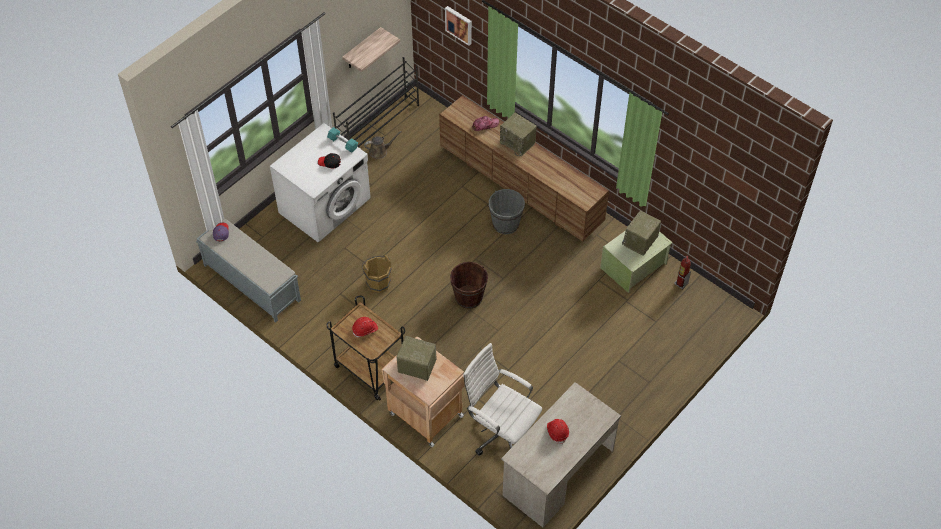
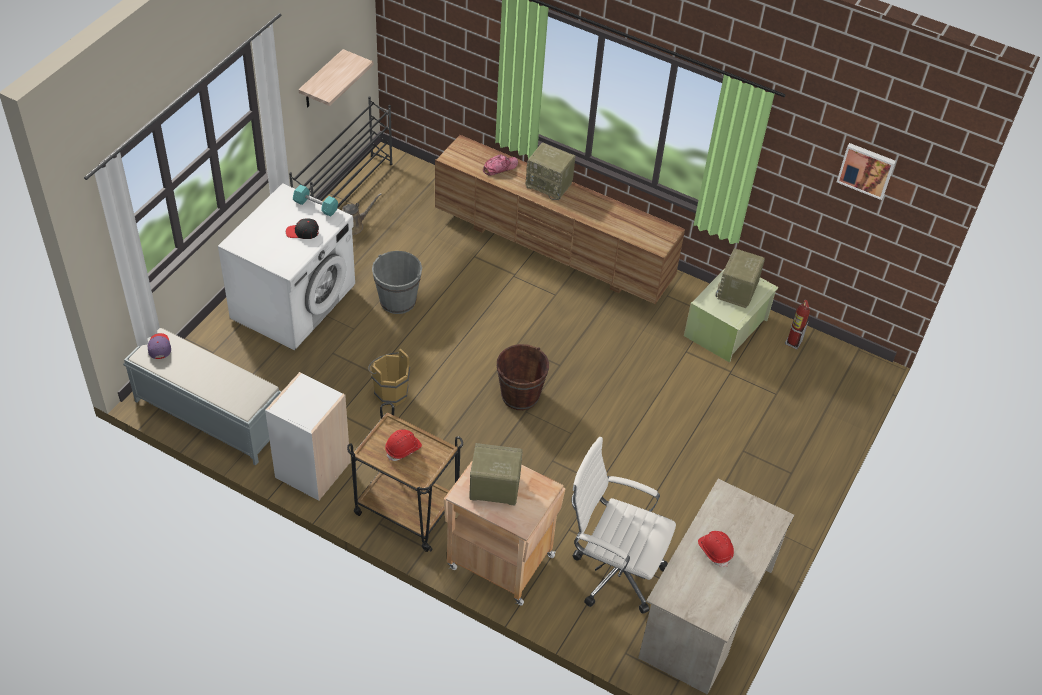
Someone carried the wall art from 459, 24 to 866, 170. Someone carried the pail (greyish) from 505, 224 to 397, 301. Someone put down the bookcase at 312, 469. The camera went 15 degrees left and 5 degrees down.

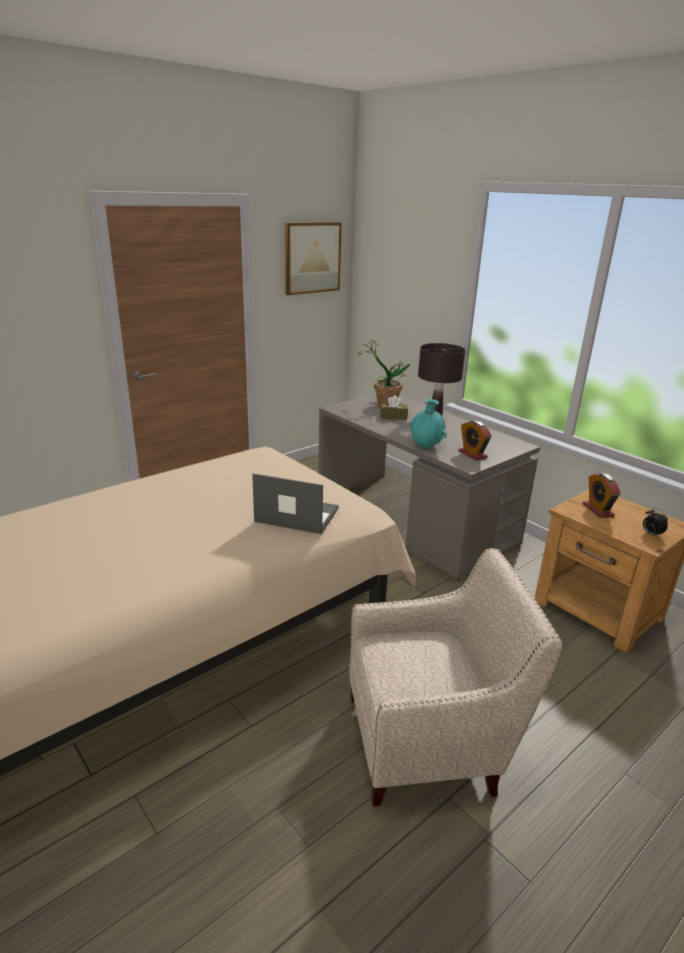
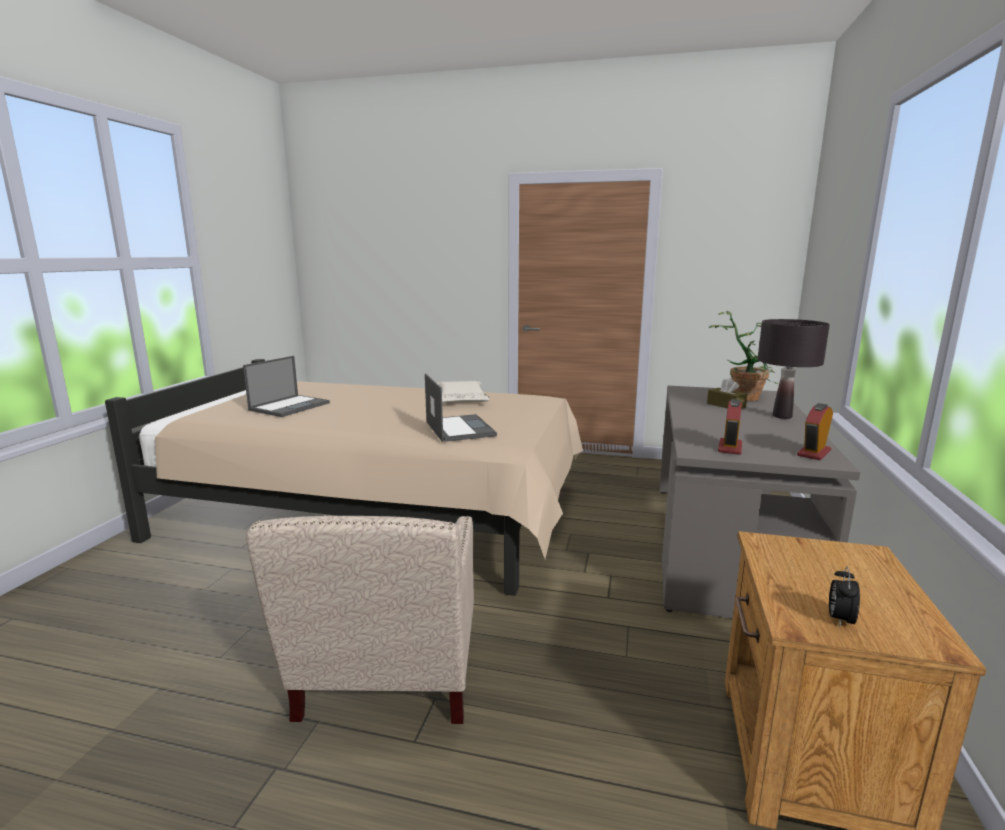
Someone took away the wall art at 312, 258. Someone rotated the lounge chair (beige-coloured) at 430, 741 by 45 degrees clockwise. Someone took away the flower vase (blue-green) at 426, 446. Someone carried the table clock from 598, 510 to 814, 453. Someone put down the notebook computer at 290, 406. Someone put down the pillow (white) at 460, 398. The camera went 55 degrees right and 10 degrees down.

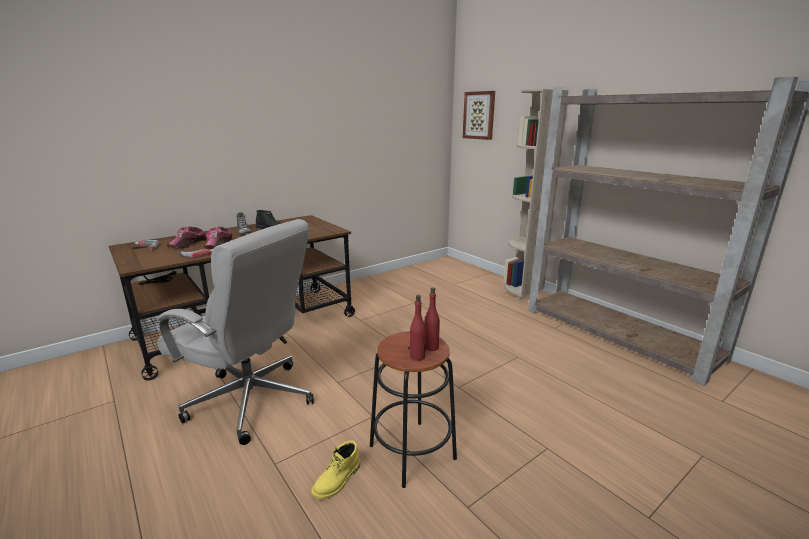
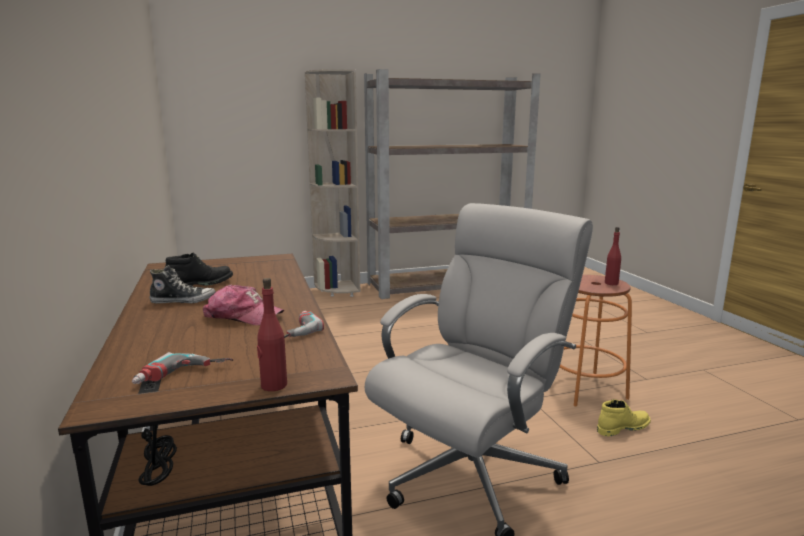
Someone took away the cap at 188, 243. Someone rotated the tall boot (yellowish) at 337, 480 by 75 degrees counterclockwise. Someone repainted the sitting stool (black-coloured) at 412, 452, which became the sitting stool (orange) at 585, 388. Someone carried the beverage bottle (reddish) from 431, 347 to 273, 385. Someone took away the wall art at 479, 115. The camera went 70 degrees left and 5 degrees down.

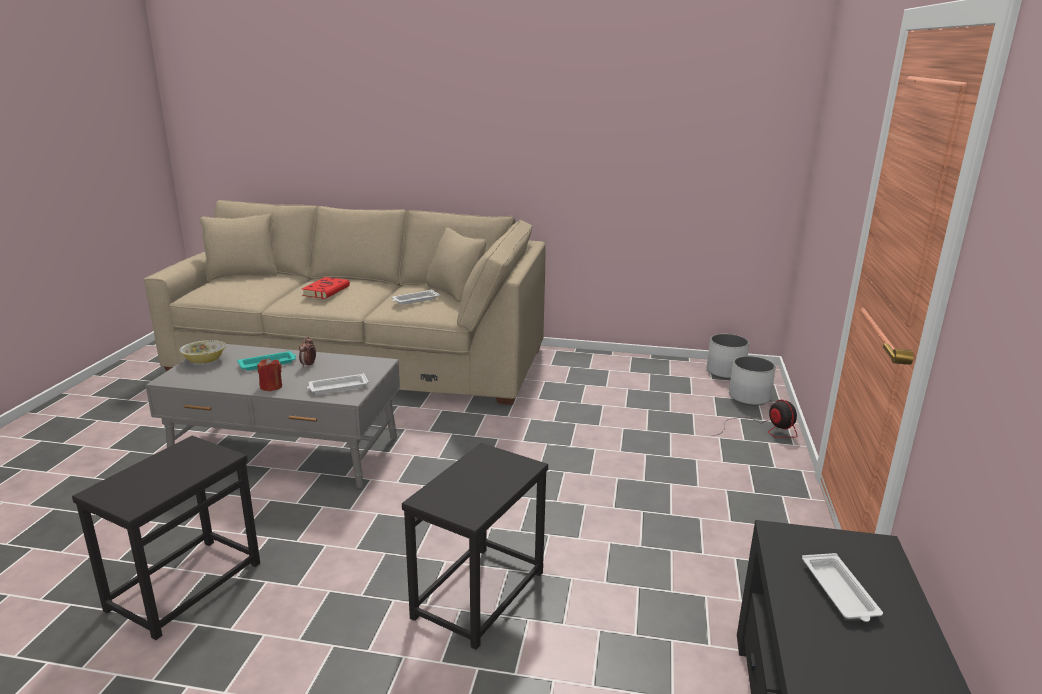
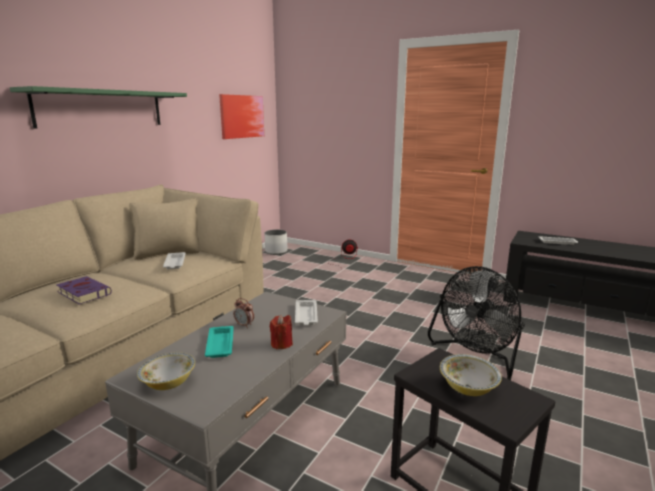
Someone repainted the book (reddish) at 326, 291, which became the book (purple-coloured) at 83, 293. Someone swapped the end table (black-coloured) at 480, 595 for the electric fan (black-coloured) at 475, 354. Someone took away the plant pot (white) at 749, 398. Someone put up the wall shelf (greenish) at 102, 108. Someone put up the wall art at 242, 116. Someone put down the serving bowl at 468, 388. The camera went 70 degrees left and 5 degrees down.

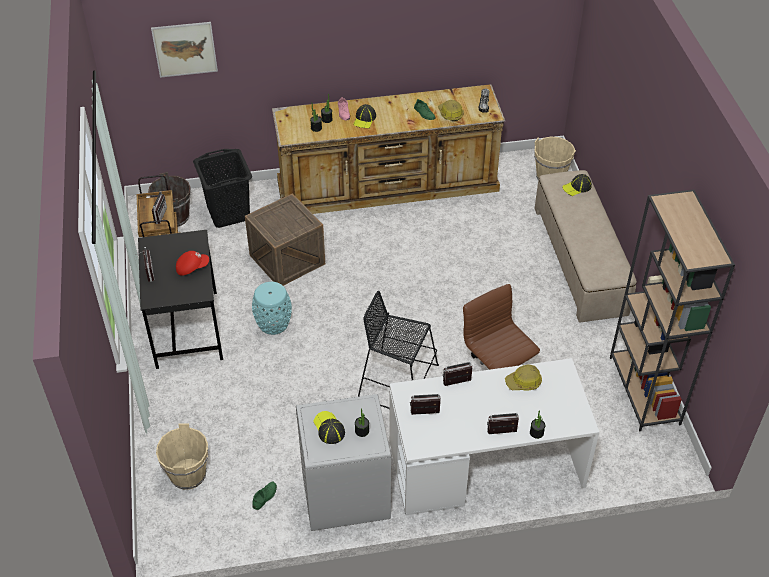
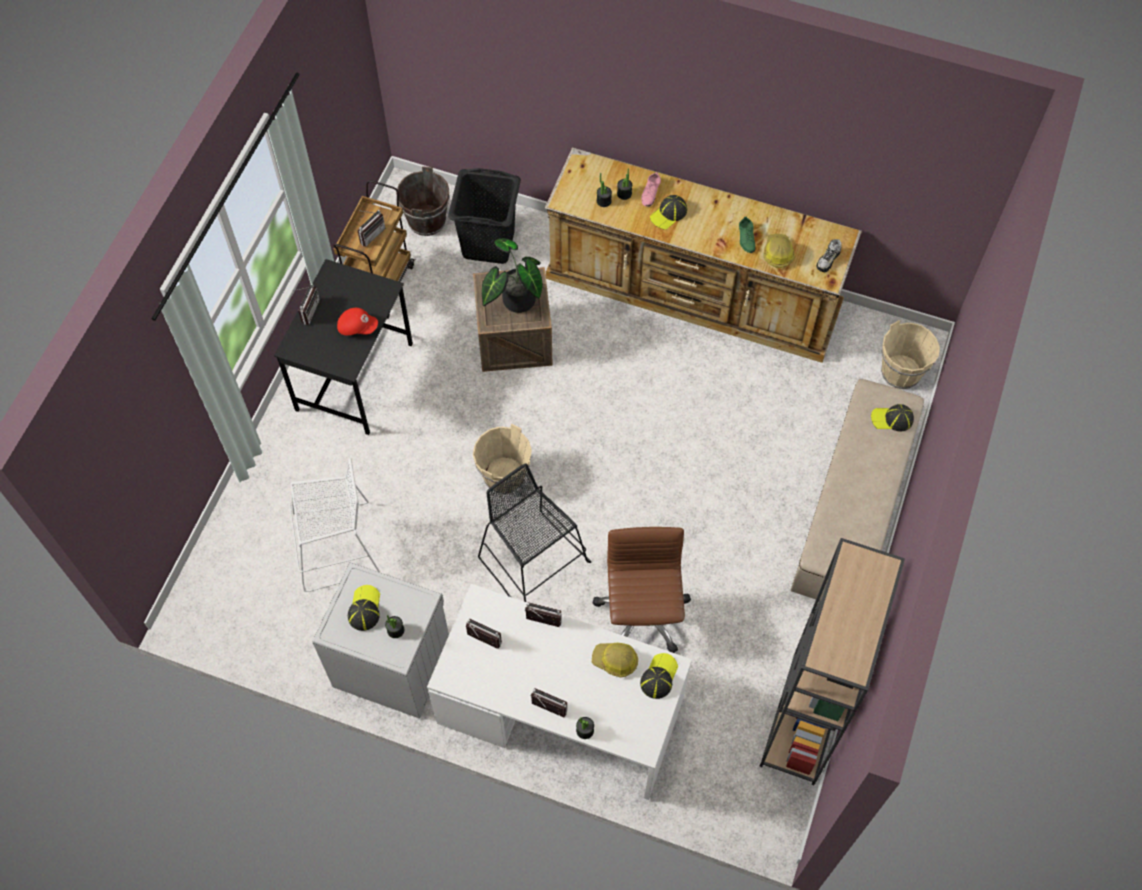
Someone took away the wall art at 185, 49. Someone carried the pail (beige-coloured) from 188, 475 to 504, 476. Someone took away the sitting stool (blue-green) at 273, 324. Someone took away the item of footwear (greenish) at 265, 496. Someone put down the sitting stool (white) at 335, 546. Someone put down the plant in a pot at 514, 300. Someone put down the cap at 659, 676. The camera went 30 degrees right and 15 degrees up.

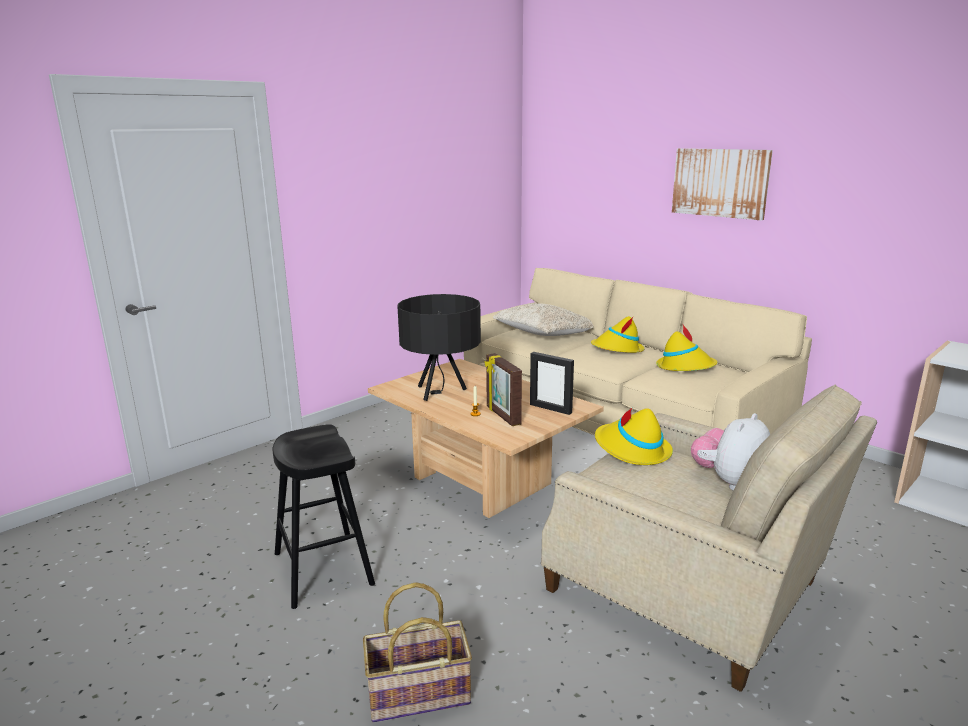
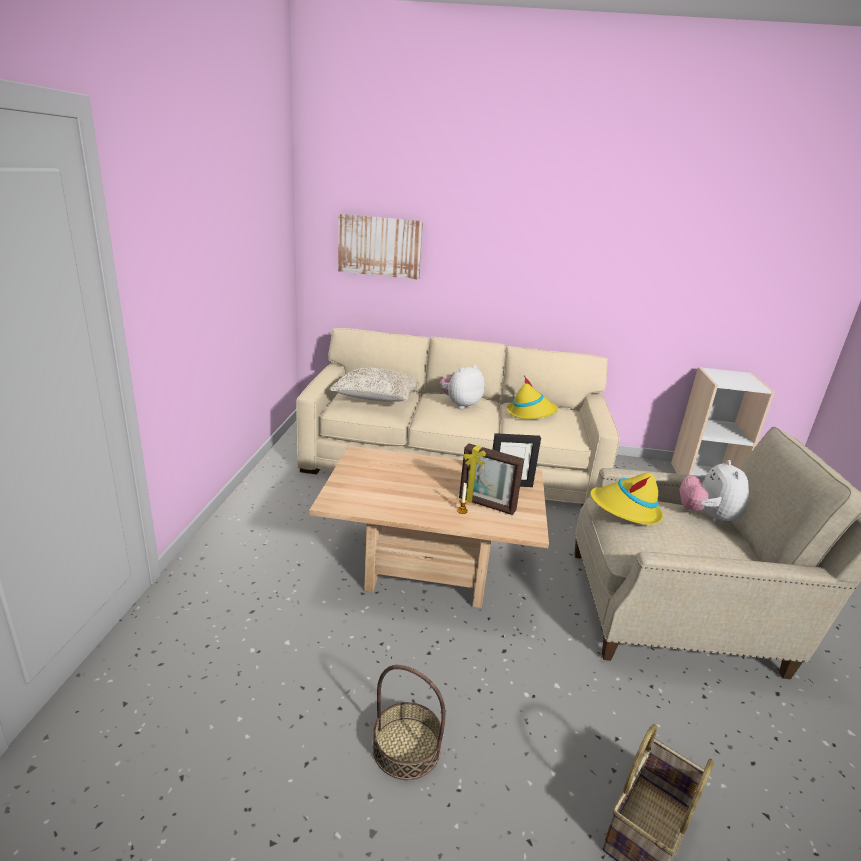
Someone swapped the sitting stool (black-coloured) at 323, 569 for the basket at 406, 747. Someone took away the tabletop lamp (black-coloured) at 442, 392. Someone swapped the hat (yellowish) at 617, 349 for the plush toy at 460, 405. Someone carried the wall art from 720, 182 to 380, 246. The camera went 40 degrees left and 5 degrees up.

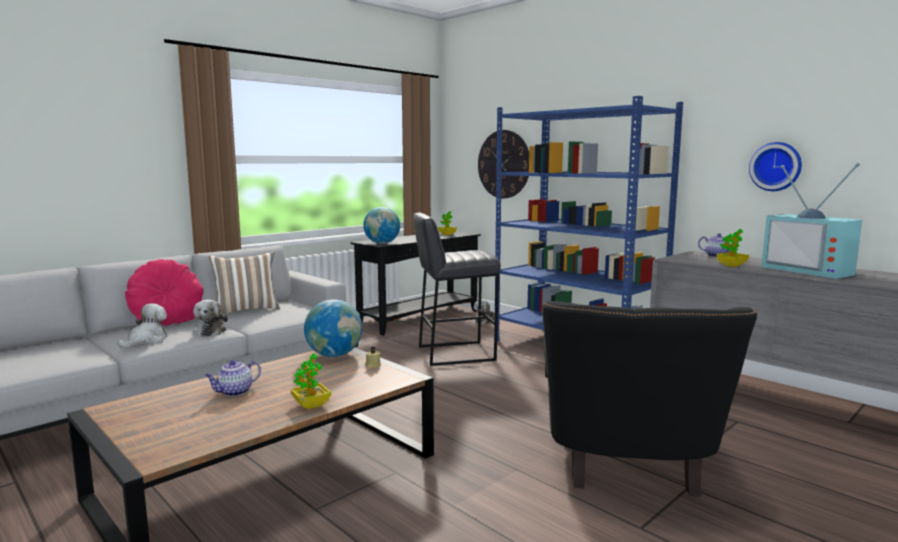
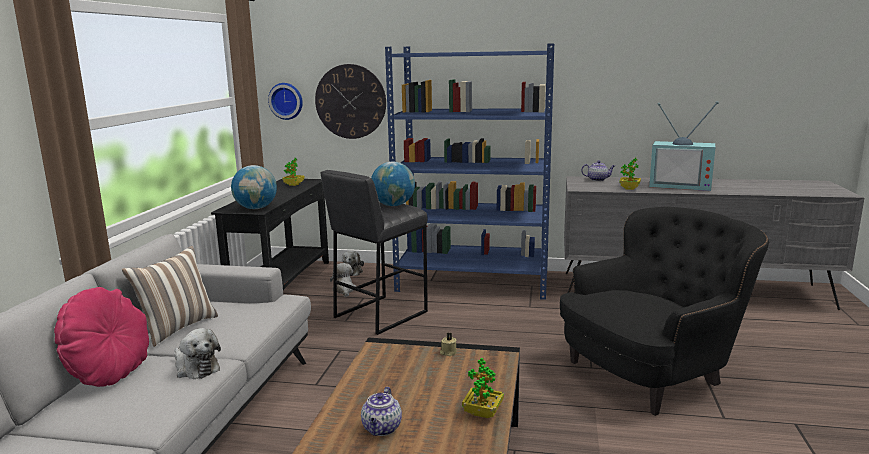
Someone carried the plush toy from 146, 341 to 344, 290. Someone carried the world globe from 334, 355 to 393, 205. Someone rotated the lounge chair (black-coloured) at 627, 465 by 90 degrees counterclockwise. Someone carried the clock on the wall from 776, 166 to 286, 101. The camera went 35 degrees left and 5 degrees up.

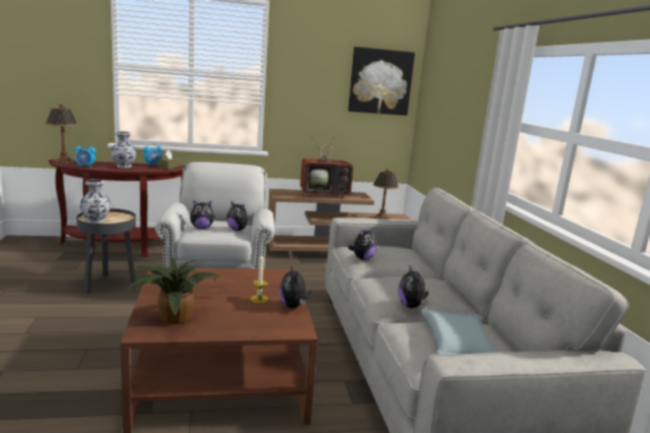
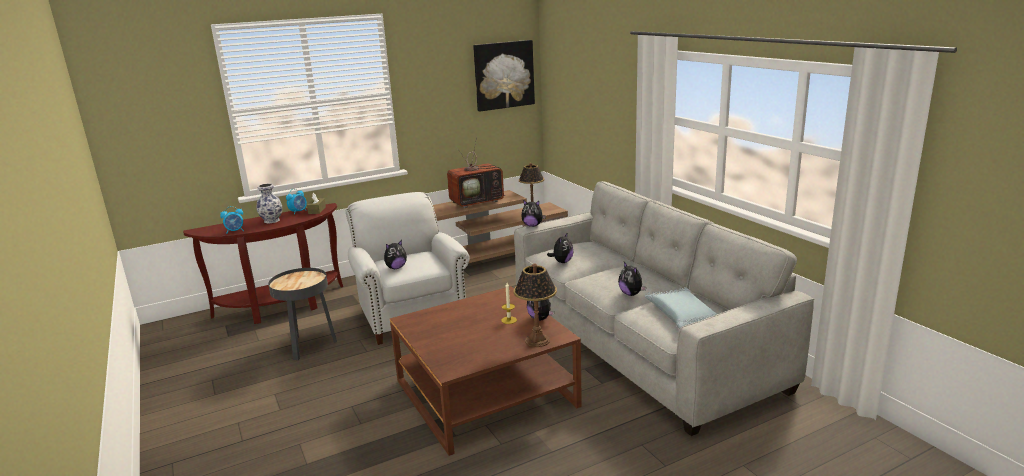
Someone carried the tabletop lamp from 64, 162 to 537, 341. Someone took away the flower vase at 95, 220. Someone took away the plant in a pot at 174, 317. Someone carried the plush toy from 238, 229 to 532, 225. The camera went 15 degrees left and 5 degrees up.

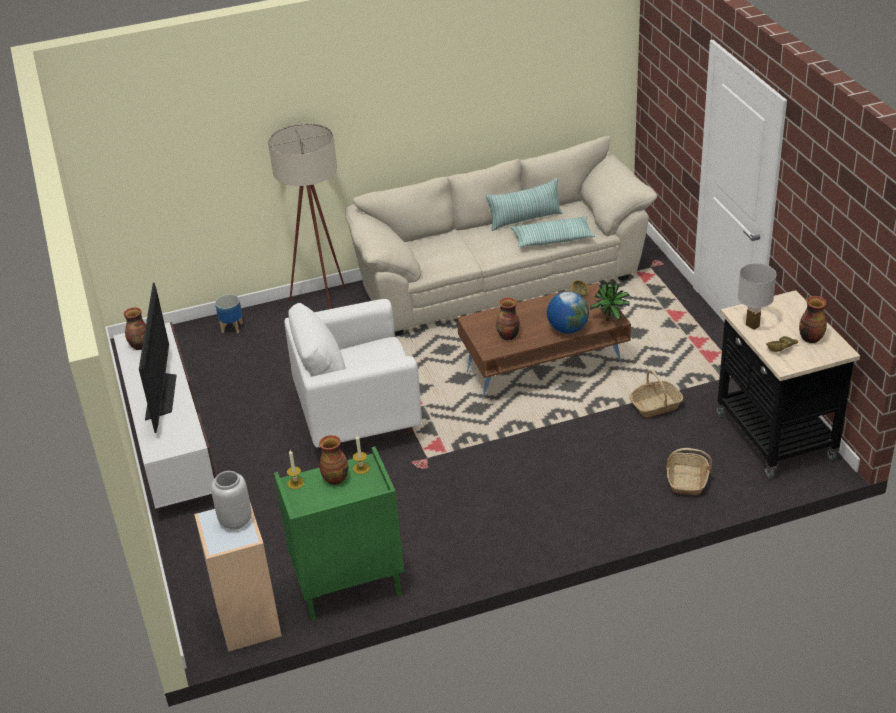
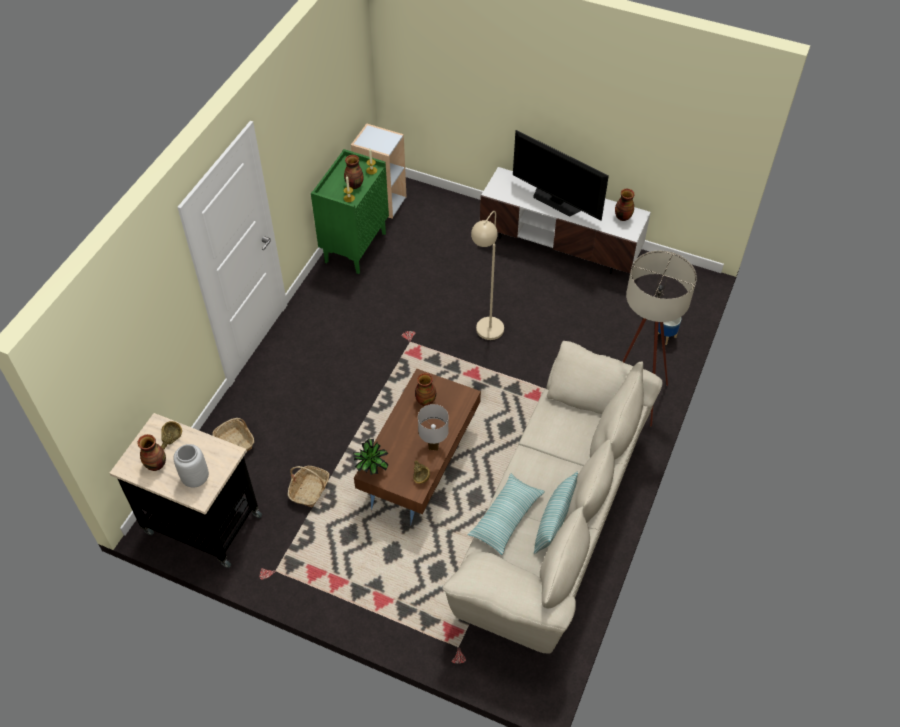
Someone carried the flower vase (greyish) from 236, 520 to 195, 478. Someone swapped the lounge chair (white) at 358, 418 for the standing lamp (beige-coloured) at 486, 335. Someone took away the world globe at 567, 329. Someone carried the tabletop lamp (white) from 752, 325 to 434, 447. The camera went 130 degrees right and 15 degrees up.

